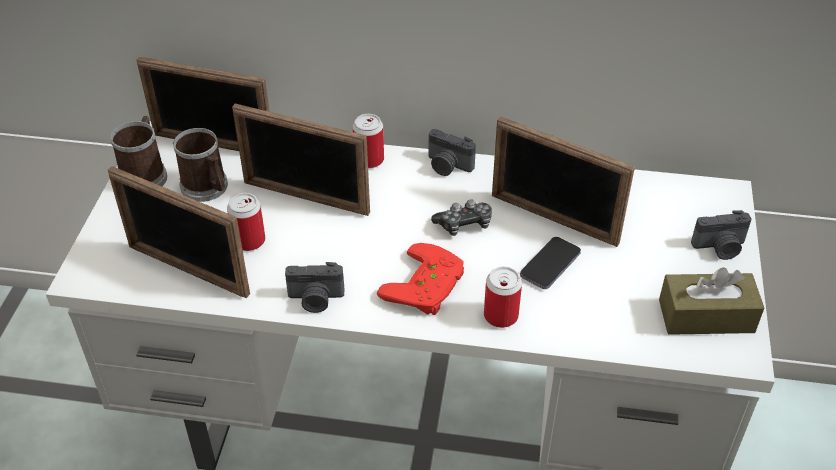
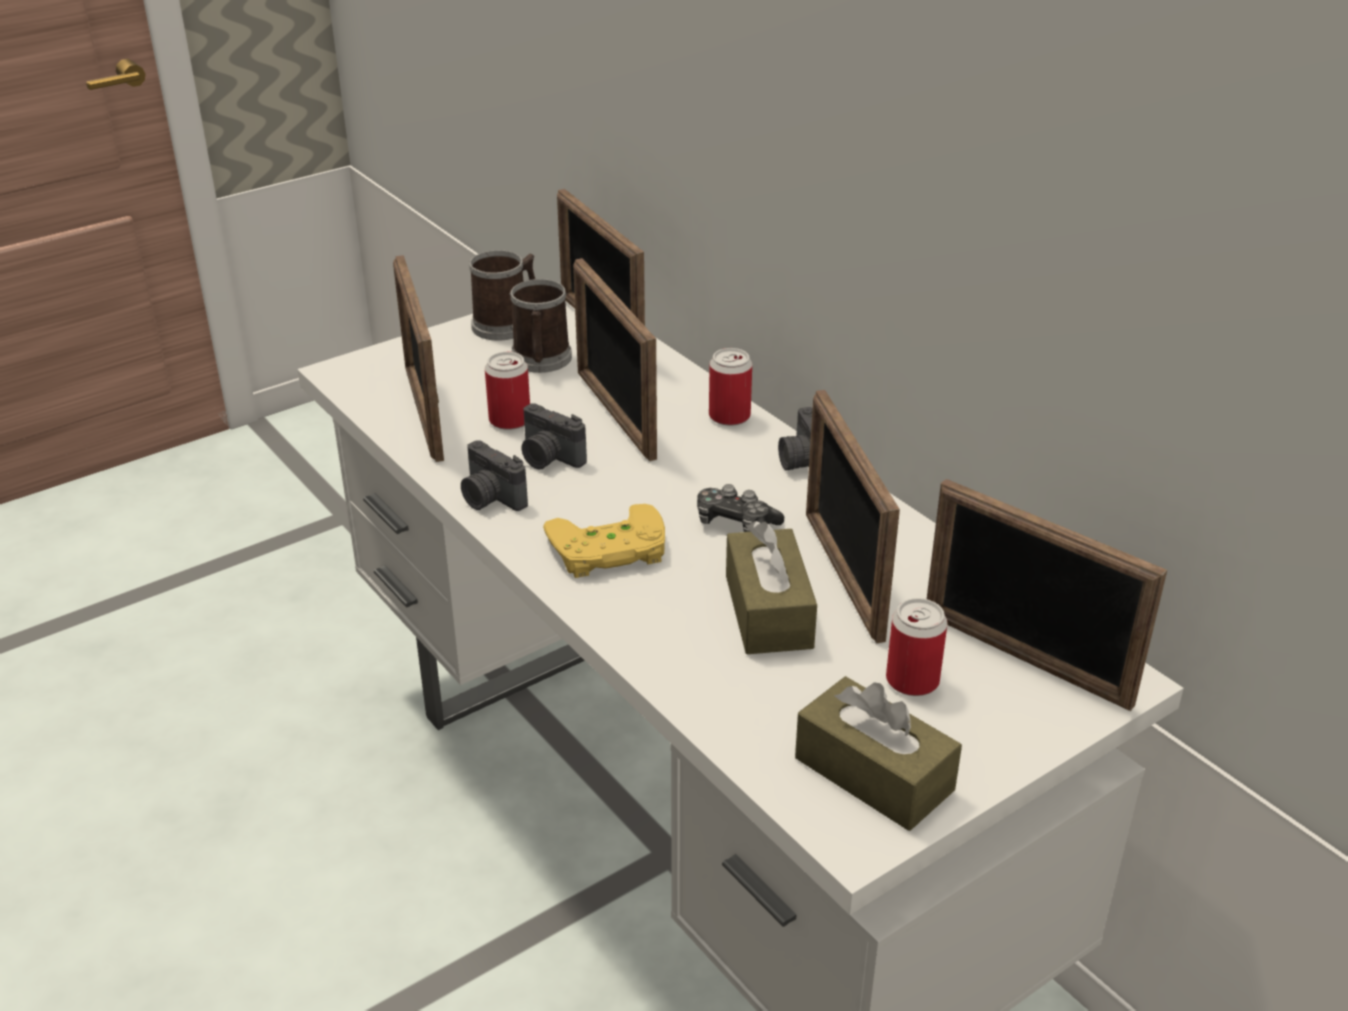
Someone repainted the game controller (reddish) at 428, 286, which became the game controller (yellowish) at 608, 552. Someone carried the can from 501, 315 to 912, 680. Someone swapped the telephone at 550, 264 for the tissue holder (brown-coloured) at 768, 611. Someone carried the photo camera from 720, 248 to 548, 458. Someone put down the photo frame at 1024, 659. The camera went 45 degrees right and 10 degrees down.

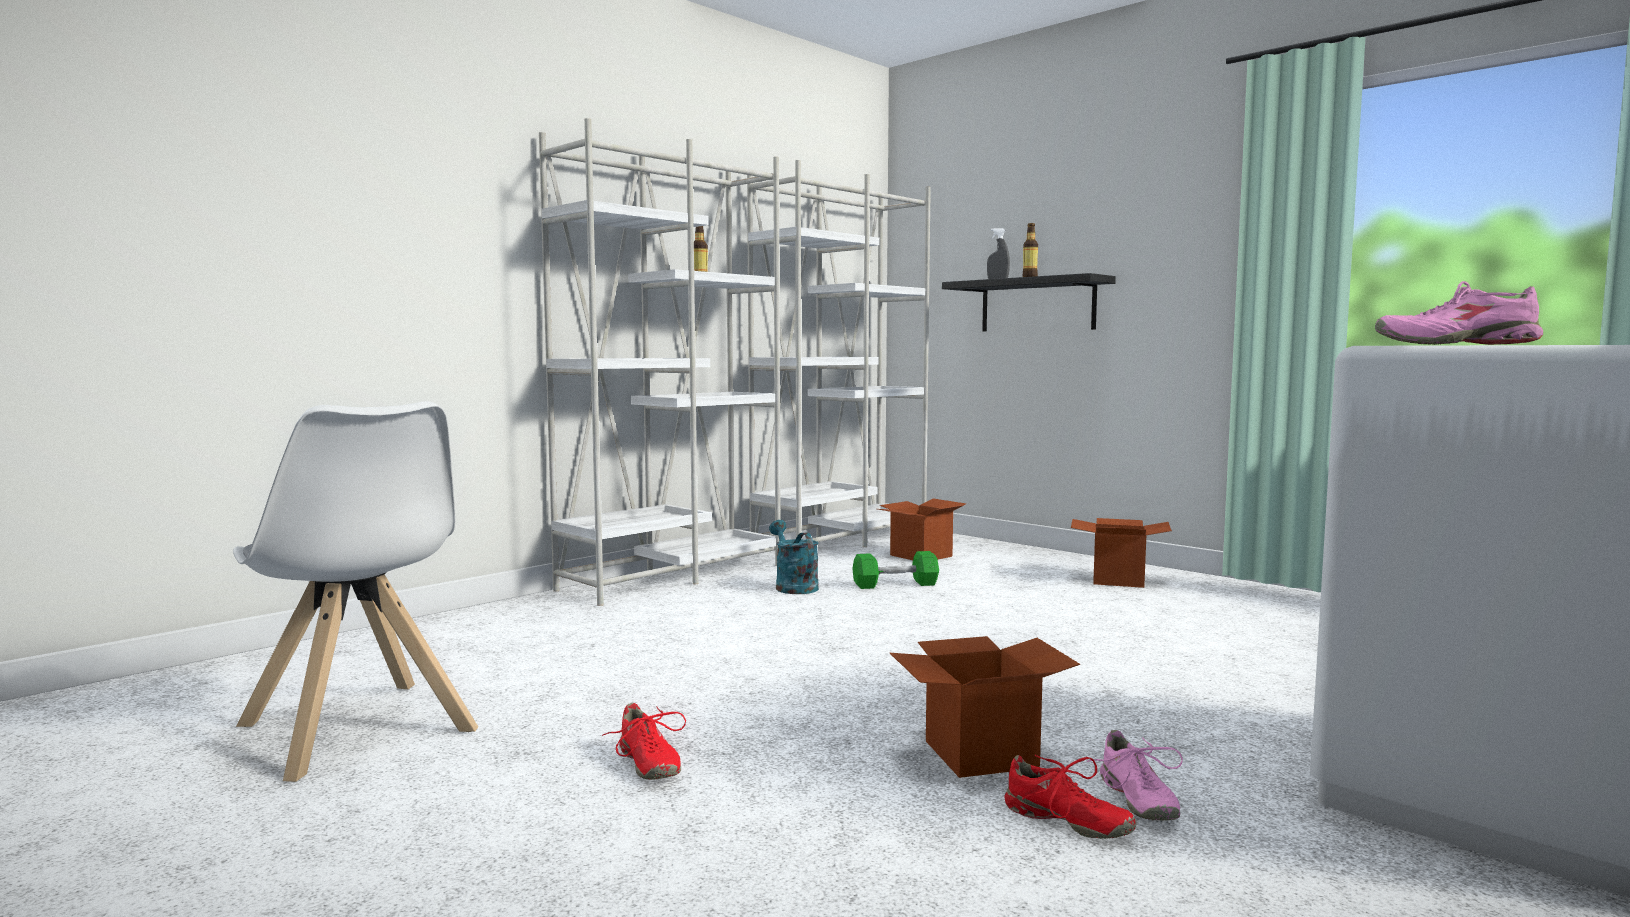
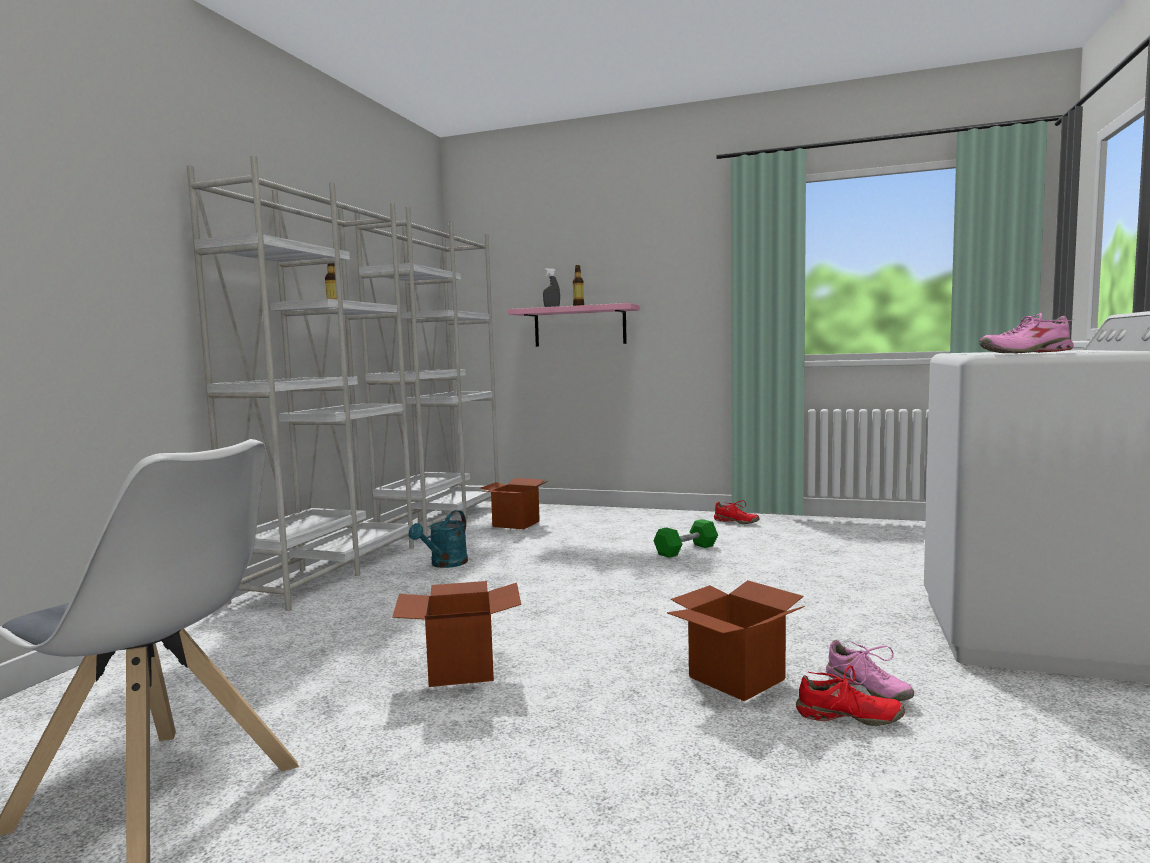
Someone carried the item of footwear (reddish) from 647, 764 to 736, 522. Someone rotated the watering can (blue-green) at 793, 586 by 105 degrees counterclockwise. Someone carried the dumbbell (greenish) from 895, 585 to 686, 550. Someone repainted the wall shelf (black-coloured) at 1037, 305, which became the wall shelf (pink) at 579, 326. Someone carried the packing box from 1118, 580 to 462, 669. The camera went 25 degrees left and 0 degrees up.

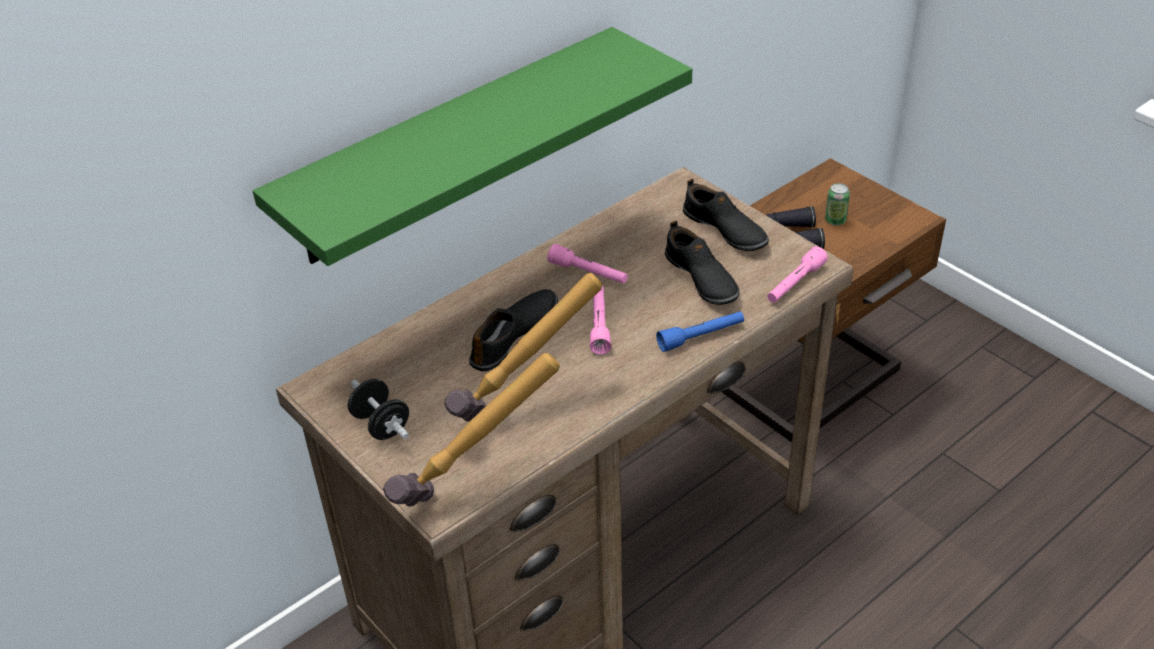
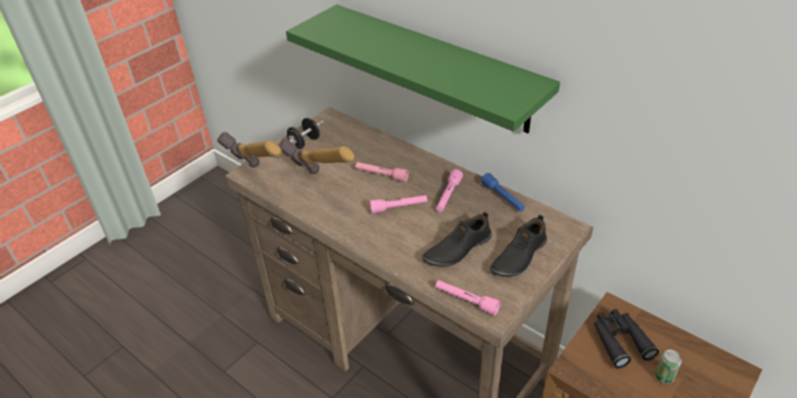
Someone swapped the item of footwear (black-coloured) at 515, 336 for the torch (pink) at 381, 175. Someone carried the torch (blue) from 701, 337 to 503, 198. The camera went 80 degrees right and 0 degrees up.

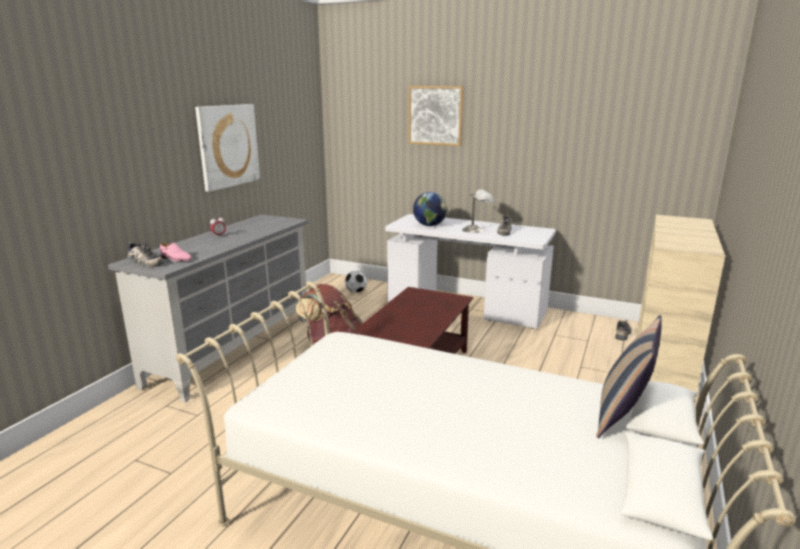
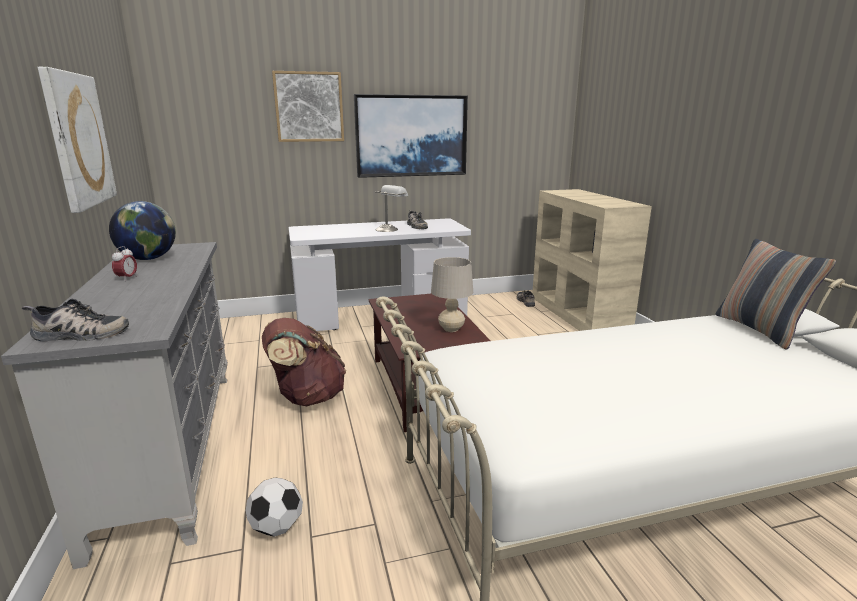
Someone took away the item of footwear (pink) at 176, 259. Someone carried the football ball from 356, 292 to 277, 527. Someone carried the world globe from 429, 225 to 148, 259. Someone put up the wall art at 411, 136. Someone put down the tabletop lamp (beige-coloured) at 451, 329. The camera went 40 degrees left and 0 degrees up.

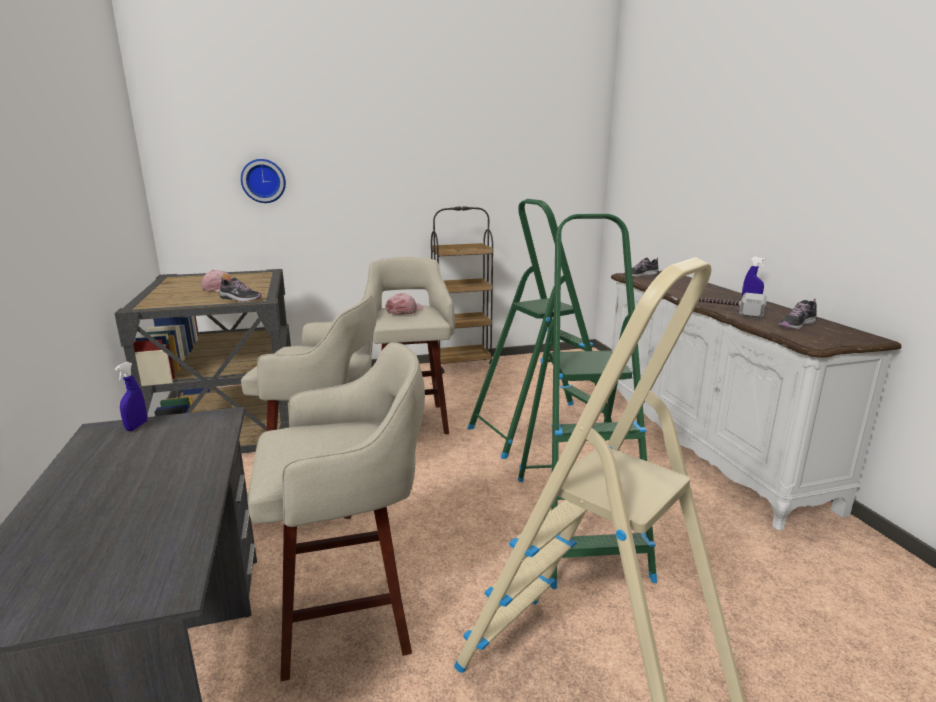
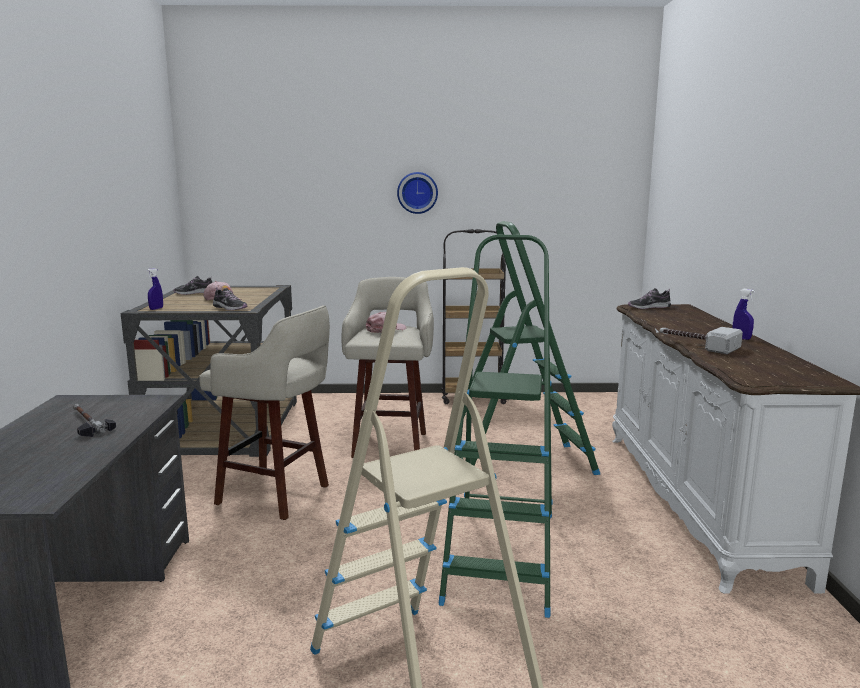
Someone carried the spray bottle (blue) from 136, 426 to 156, 309. Someone carried the clock on the wall from 263, 181 to 417, 192. Someone took away the sitting stool (beige-coloured) at 352, 621. Someone carried the item of footwear from 796, 325 to 194, 293. Someone put down the tool hammer at 87, 423. The camera went 15 degrees right and 5 degrees down.

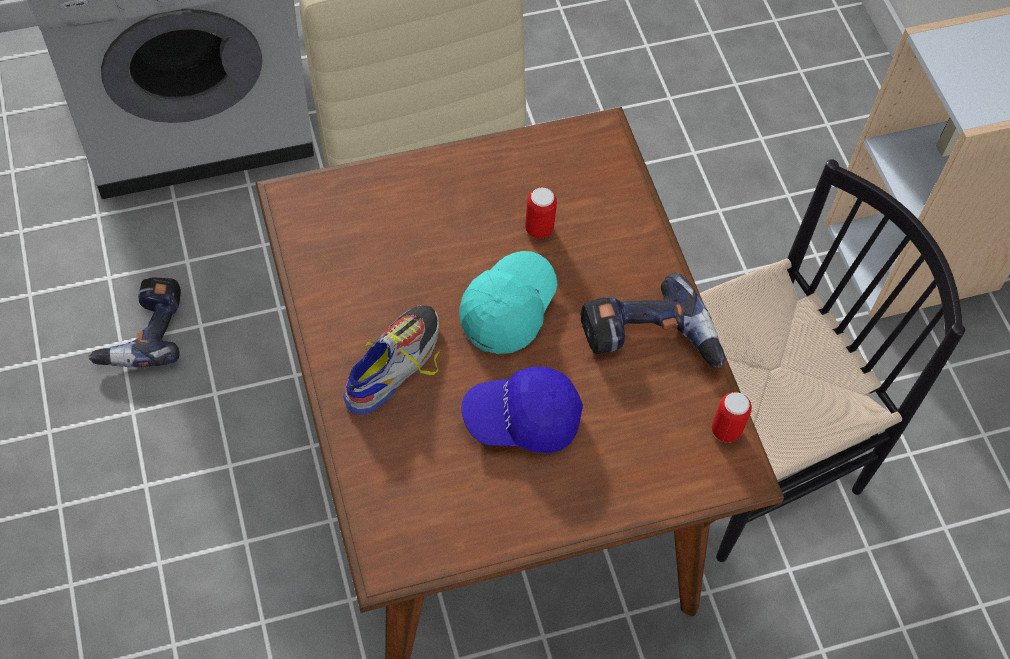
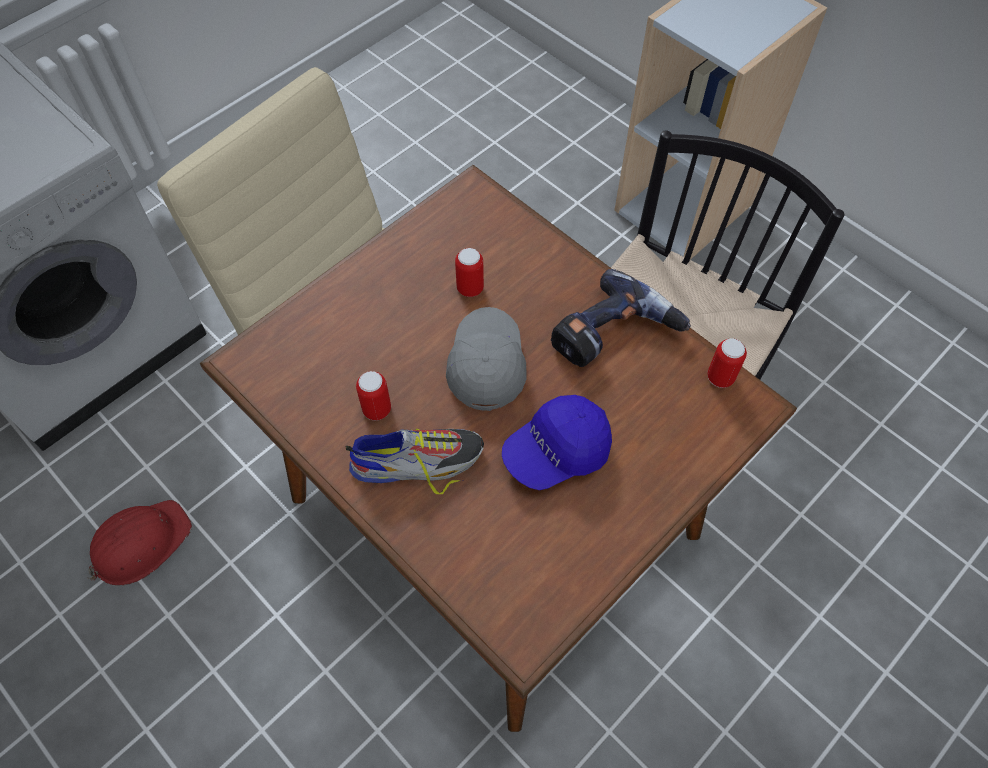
Someone swapped the drill at 143, 332 for the safety helmet (reddish) at 140, 543. Someone rotated the item of footwear at 393, 363 by 75 degrees clockwise. Someone repainted the cap (blue-green) at 508, 309, which became the cap (greyish) at 486, 365. Someone put down the can at 377, 409. The camera went 25 degrees left and 0 degrees up.

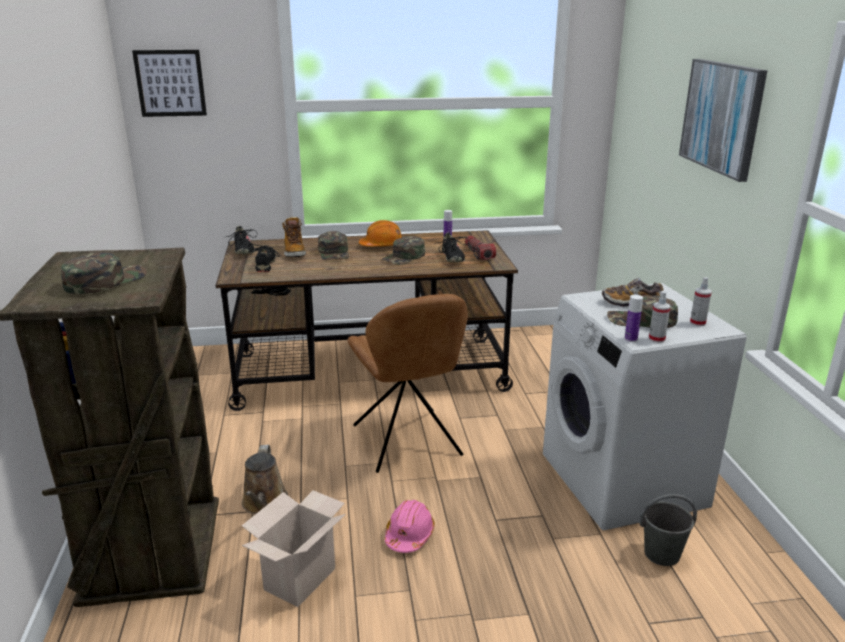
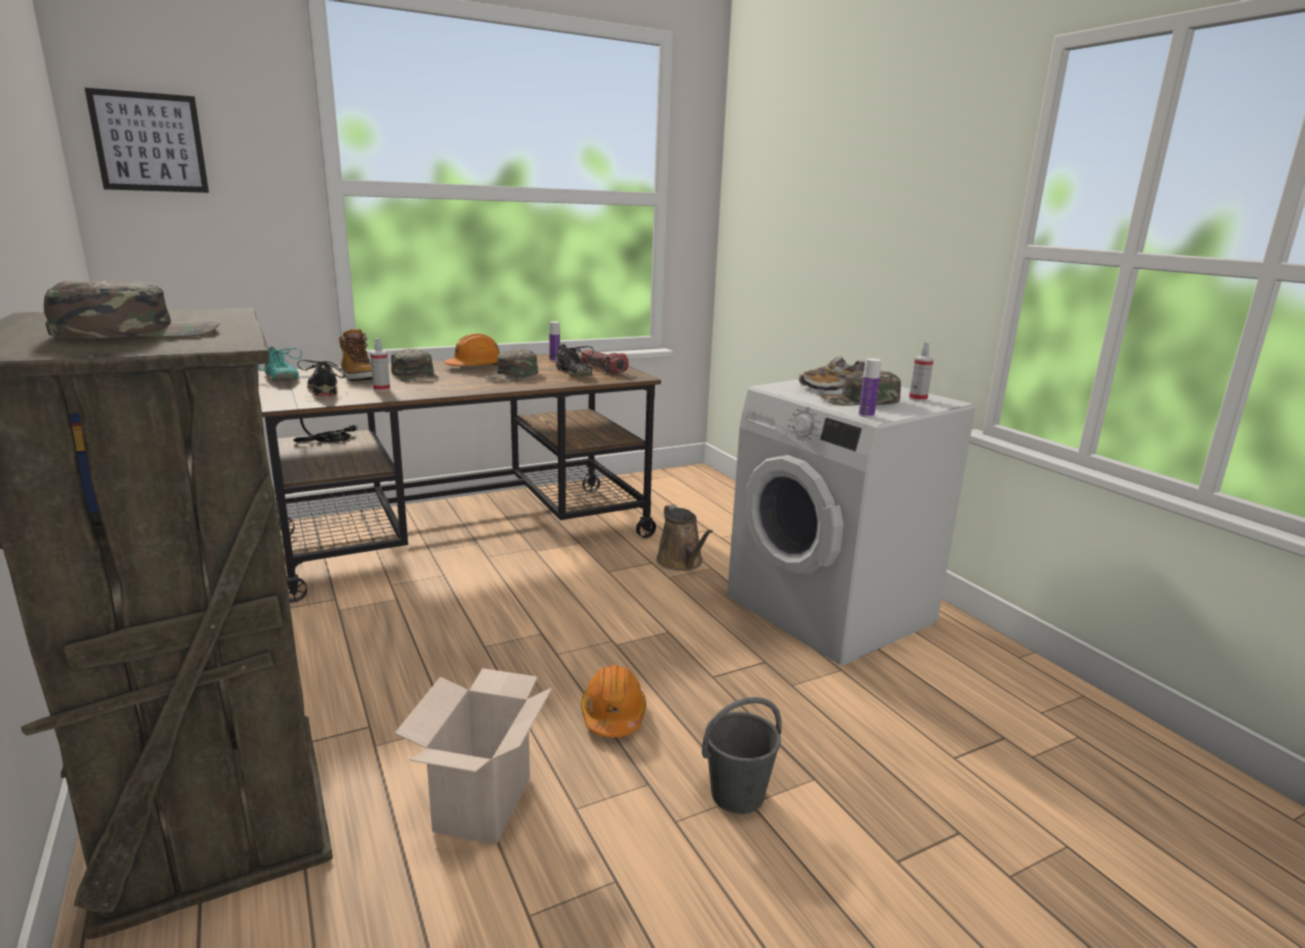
Someone rotated the cap (greenish) at 105, 281 by 45 degrees clockwise. Someone repainted the item of footwear (black-coloured) at 242, 250, which became the item of footwear (blue-green) at 280, 378. Someone carried the watering can (brown-coloured) from 264, 504 to 681, 562. Someone took away the plain chair (brown-coloured) at 407, 443. Someone repainted the safety helmet (pink) at 409, 535, which became the safety helmet (orange) at 613, 715. Someone carried the pail (greyish) from 662, 554 to 738, 794. Someone carried the spray bottle from 656, 339 to 381, 389. Someone took away the wall art at 722, 117. The camera went 20 degrees left and 5 degrees down.

